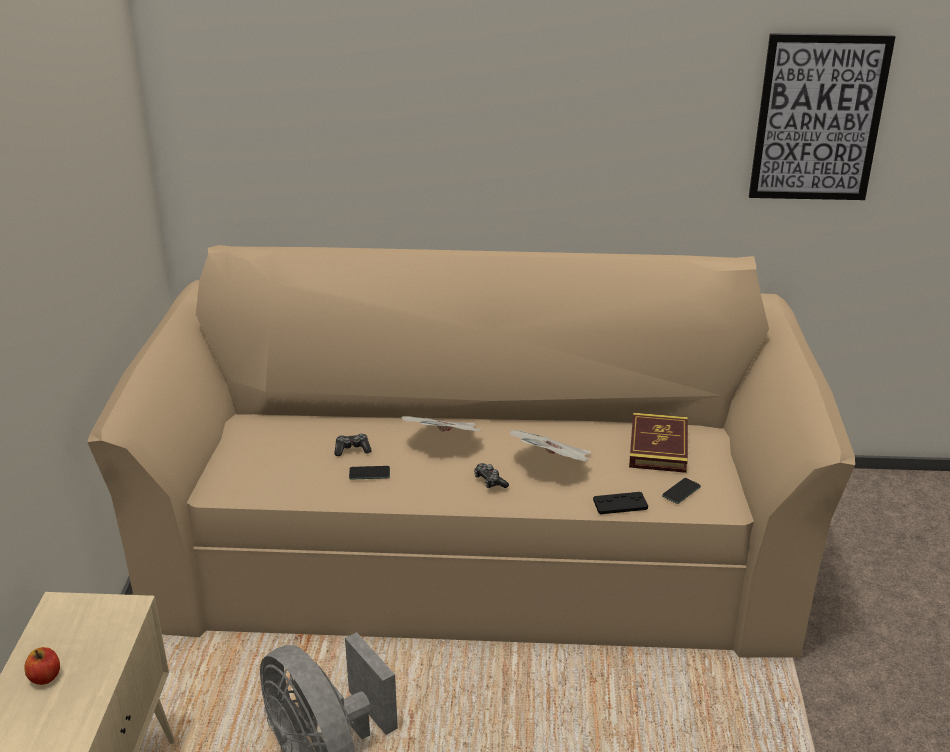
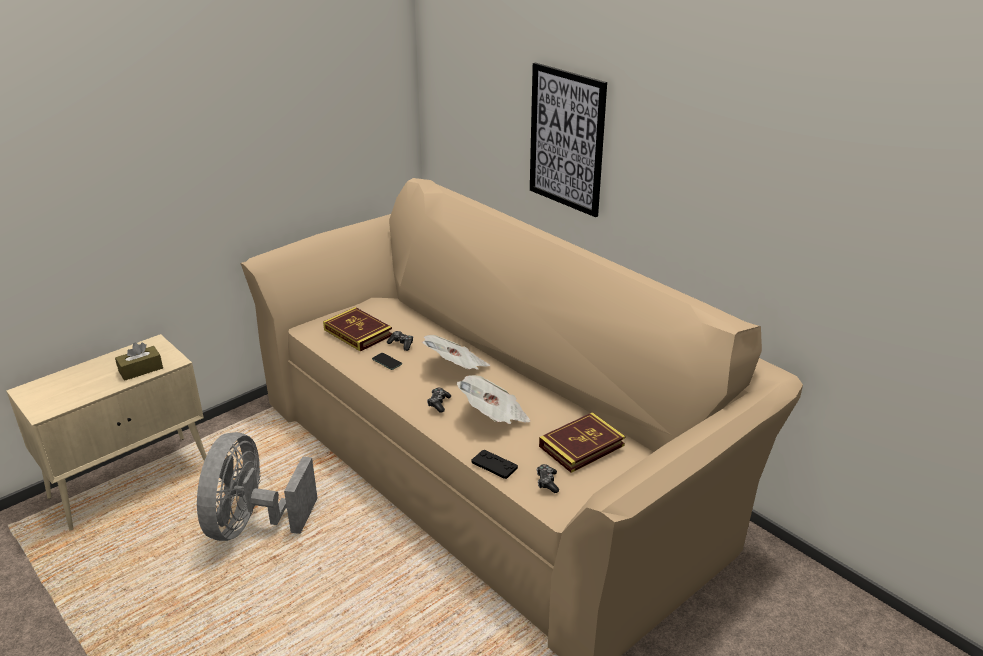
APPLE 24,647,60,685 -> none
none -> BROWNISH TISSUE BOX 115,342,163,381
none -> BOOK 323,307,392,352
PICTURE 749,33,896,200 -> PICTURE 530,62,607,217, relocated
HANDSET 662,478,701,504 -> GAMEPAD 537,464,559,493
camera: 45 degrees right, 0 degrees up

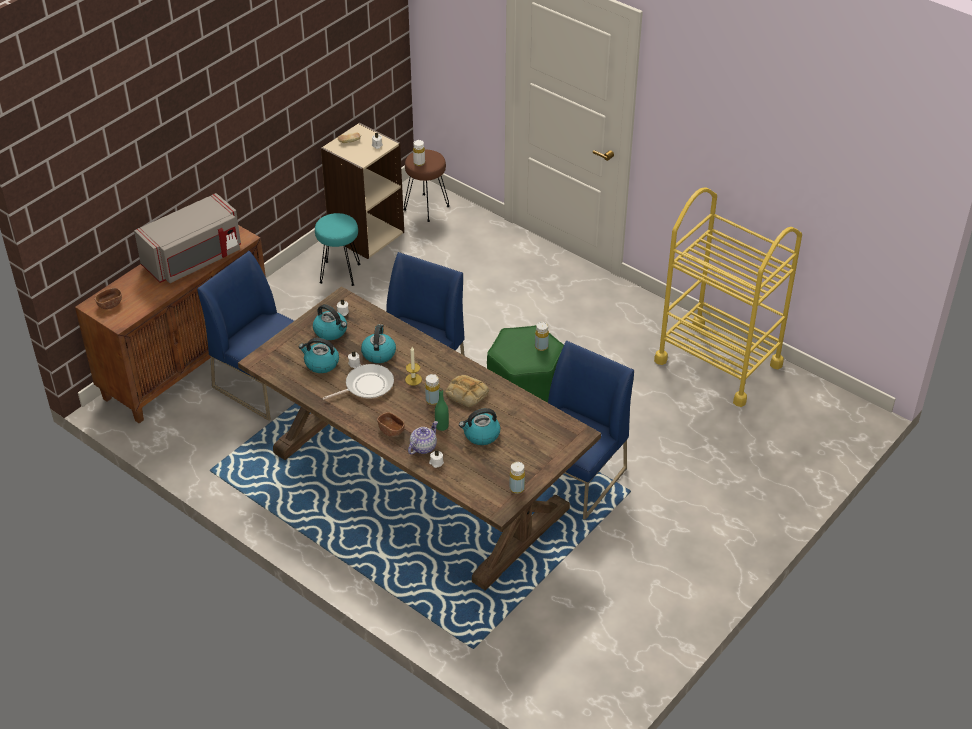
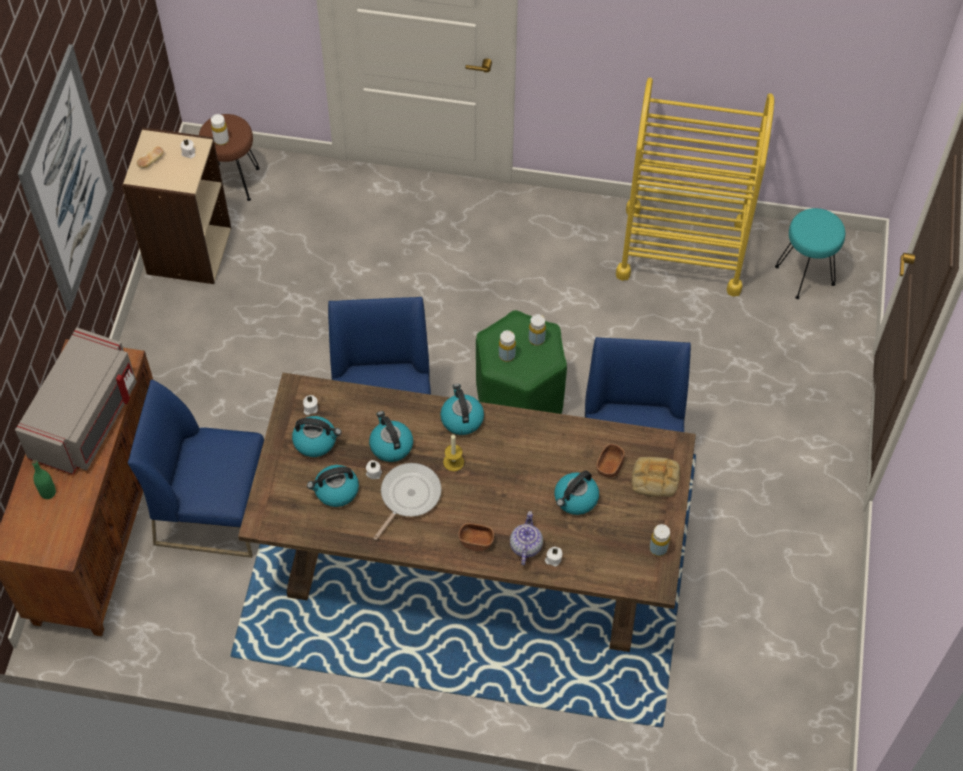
none -> PICTURE 18,44,114,311
none -> TEA KETTLE 440,383,484,435
BROWNISH SERVING BOWL 95,288,122,309 -> BROWNISH SERVING BOWL 596,444,625,477, relocated
TURQUOISE STOOL SEAT 315,213,360,286 -> TURQUOISE STOOL SEAT 775,208,845,299, relocated
YELLOWISH BOTTLE 425,374,440,405 -> YELLOWISH BOTTLE 499,330,516,362, relocated
GREEN-COLOURED BOTTLE 435,388,449,431 -> GREEN-COLOURED BOTTLE 32,460,56,499, relocated
BAKERY BREAD 445,375,489,407 -> BAKERY BREAD 632,457,680,497, relocated
camera: 30 degrees left, 15 degrees up

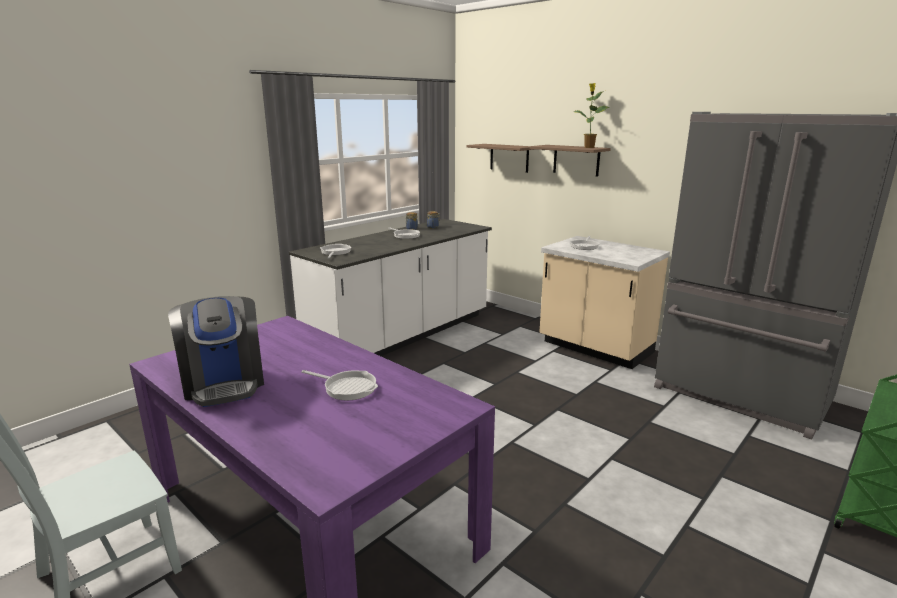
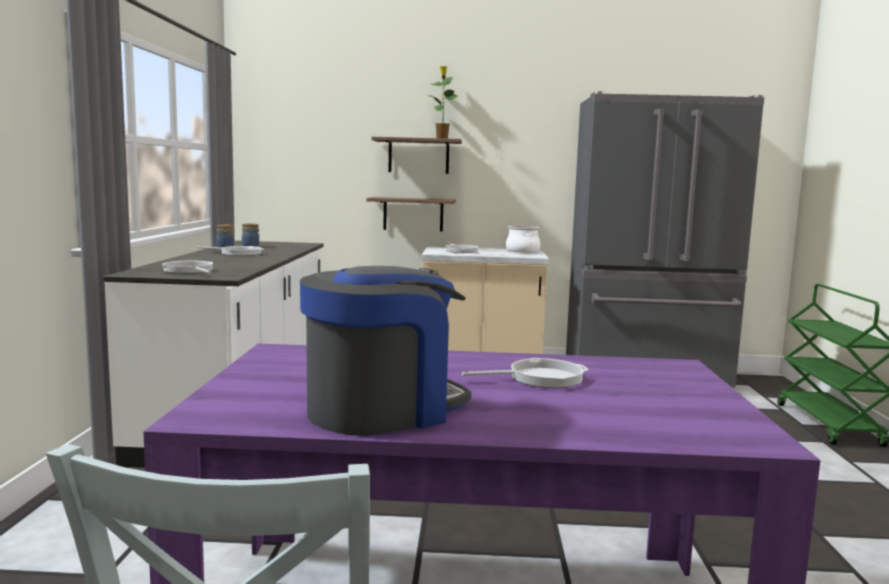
none -> STOCKPOT 506,226,540,253
SHELF 467,144,535,173 -> SHELF 366,197,456,232, relocated
COFFEE MAKER 168,296,264,407 -> COFFEE MAKER 300,266,471,436, 60 degrees counterclockwise
camera: 40 degrees left, 10 degrees down

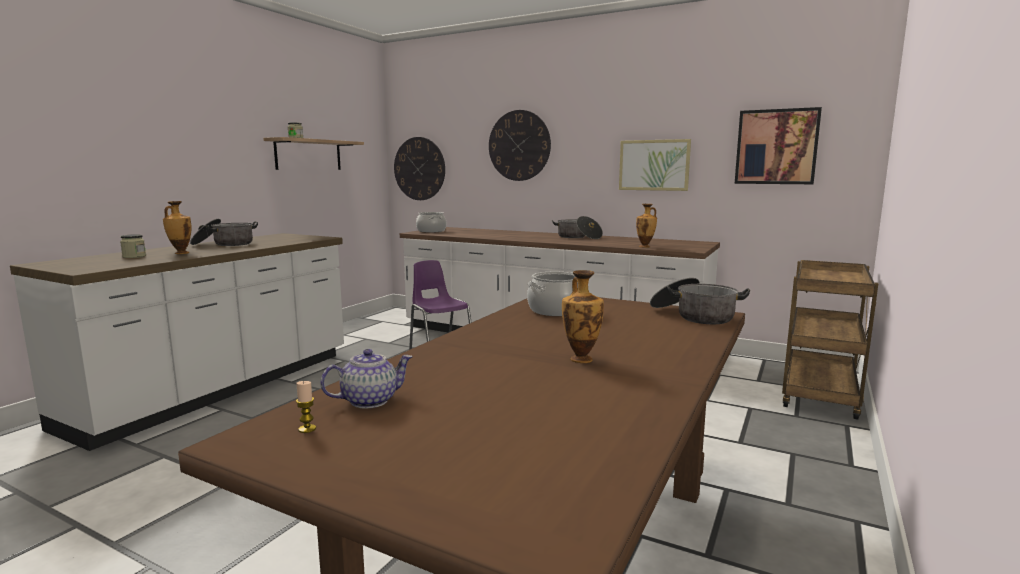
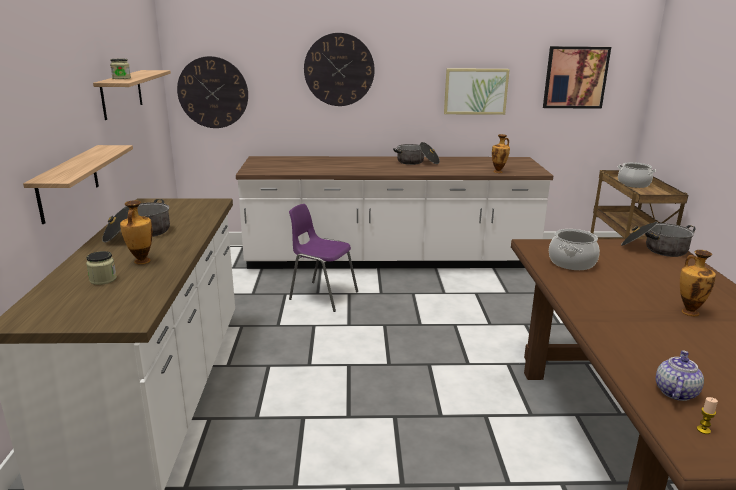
none -> SHELF 23,145,133,224
STOCKPOT 416,212,446,233 -> STOCKPOT 618,162,656,188, relocated
camera: 30 degrees left, 10 degrees up

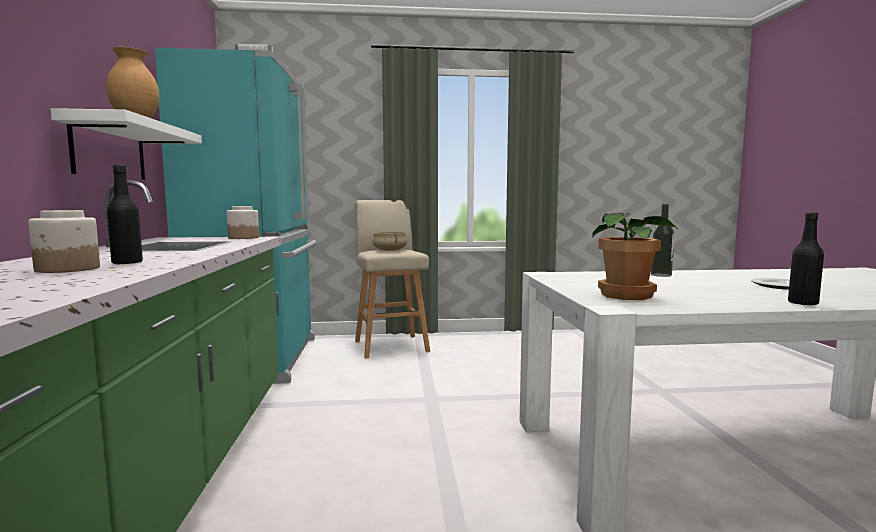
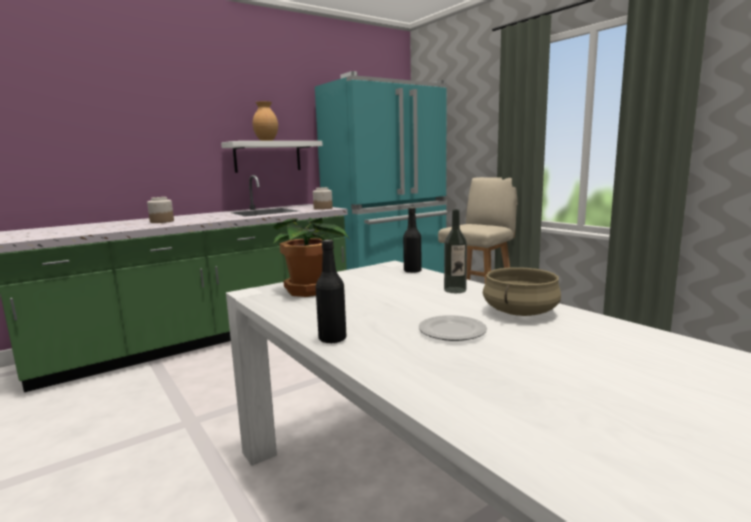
BLACKISH BOTTLE 107,165,143,265 -> BLACKISH BOTTLE 403,207,421,273, relocated
BEIGE STOCKPOT 372,232,407,251 -> BEIGE STOCKPOT 483,267,561,316, relocated
camera: 60 degrees right, 5 degrees up

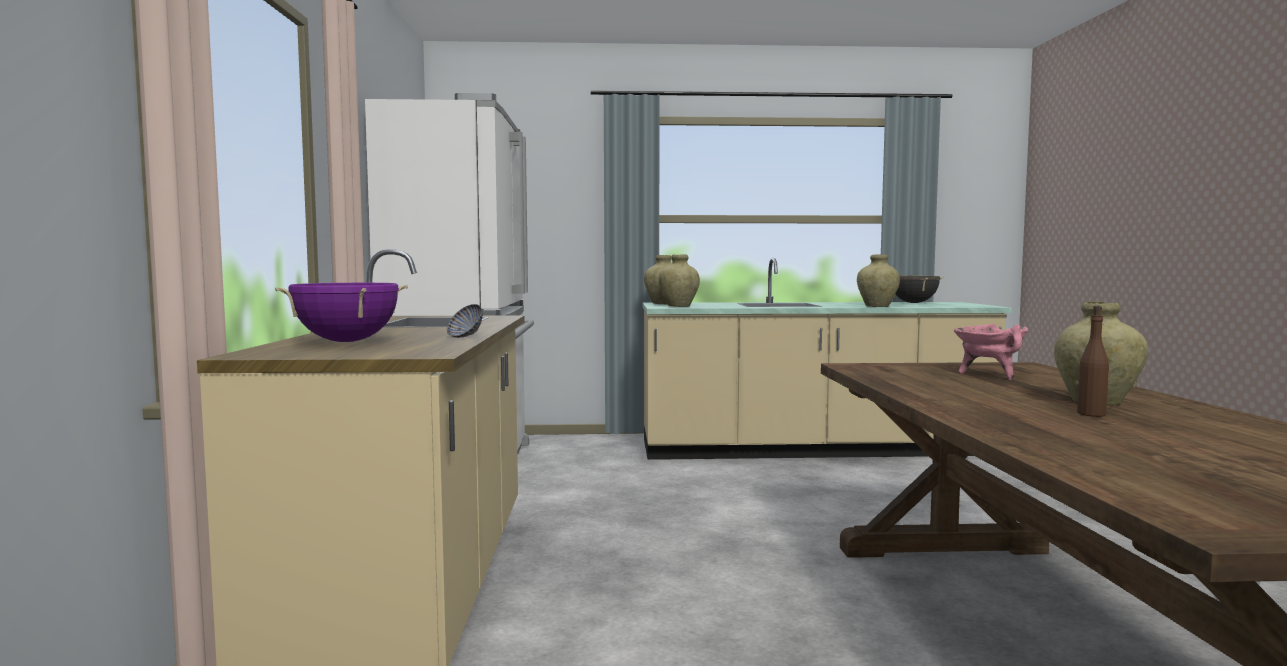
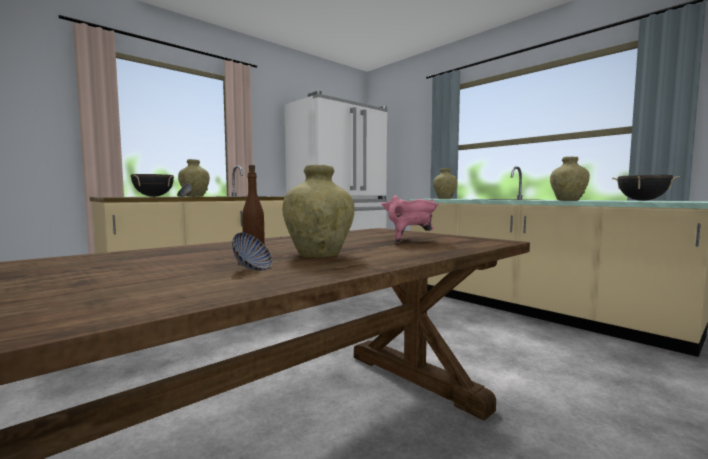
none -> SERVING BOWL 232,232,273,271
BEIGE VASE 659,255,700,307 -> BEIGE VASE 178,159,210,197, relocated
PURPLISH STOCKPOT 275,283,408,342 -> BLACKISH STOCKPOT 131,174,174,197
camera: 50 degrees right, 0 degrees up

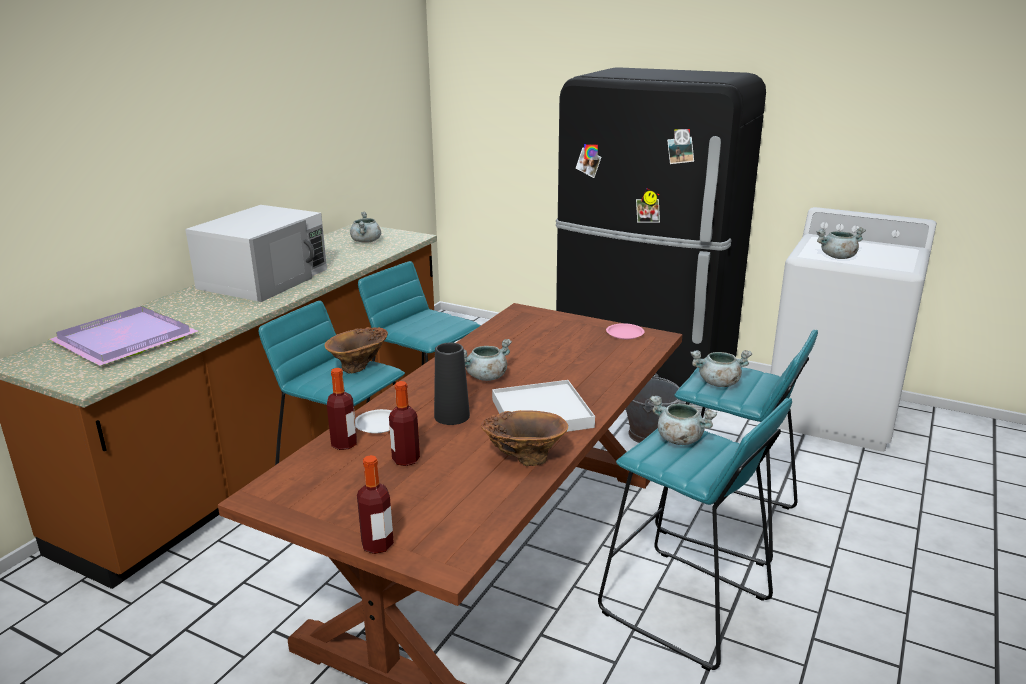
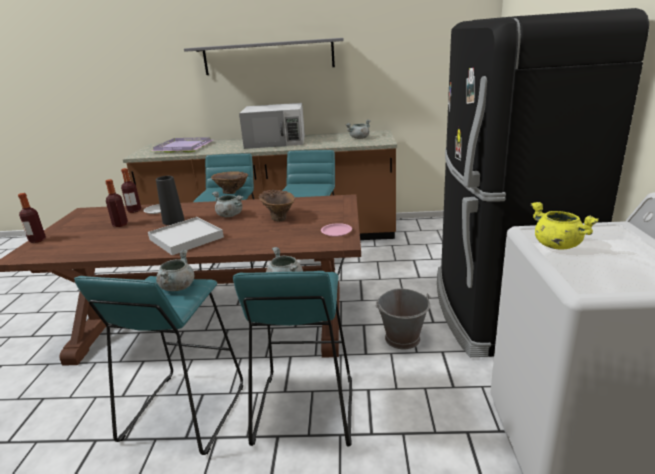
none -> GREYISH SHELF 184,38,344,75
BROWNISH VASE 481,410,568,466 -> BROWNISH VASE 259,190,295,222, relocated
GREYISH STOCKPOT 816,227,866,259 -> YELLOWISH STOCKPOT 531,202,599,250
camera: 65 degrees right, 0 degrees up

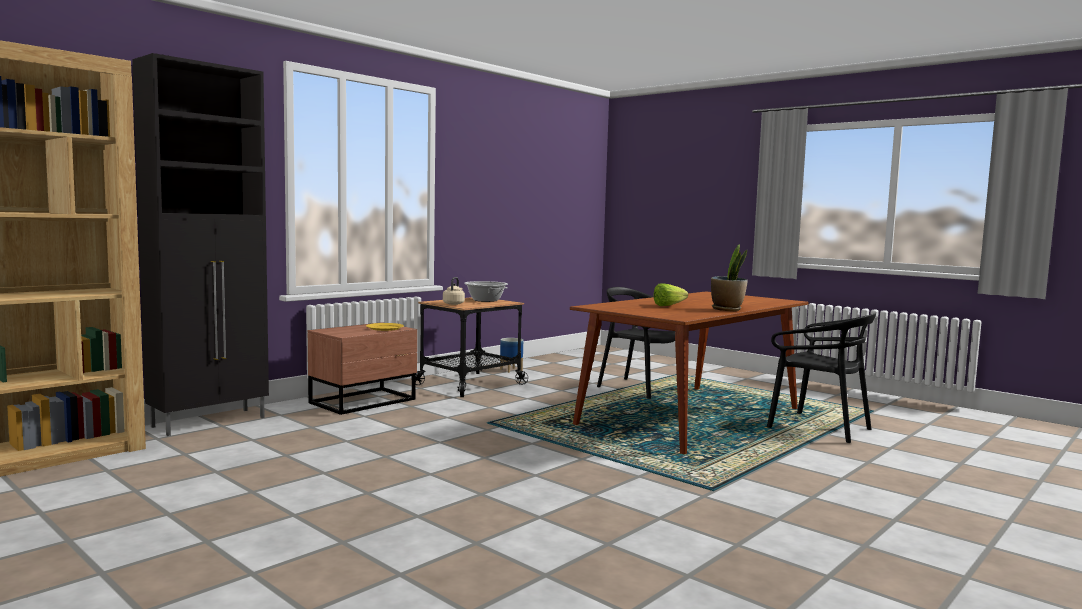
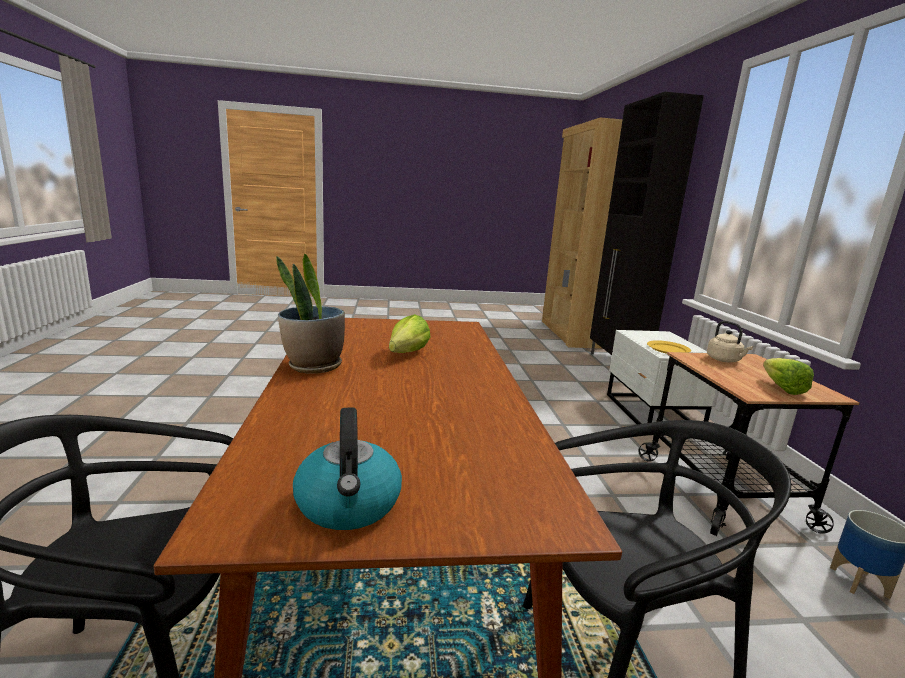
none -> TEA KETTLE 293,407,402,530
STOCKPOT 464,281,508,302 -> HEAD OF LETTUCE 763,358,814,395
BROWNISH BEDSIDE TABLE 308,322,417,415 -> WHITE-COLOURED BEDSIDE TABLE 607,330,716,425
camera: 130 degrees right, 10 degrees up

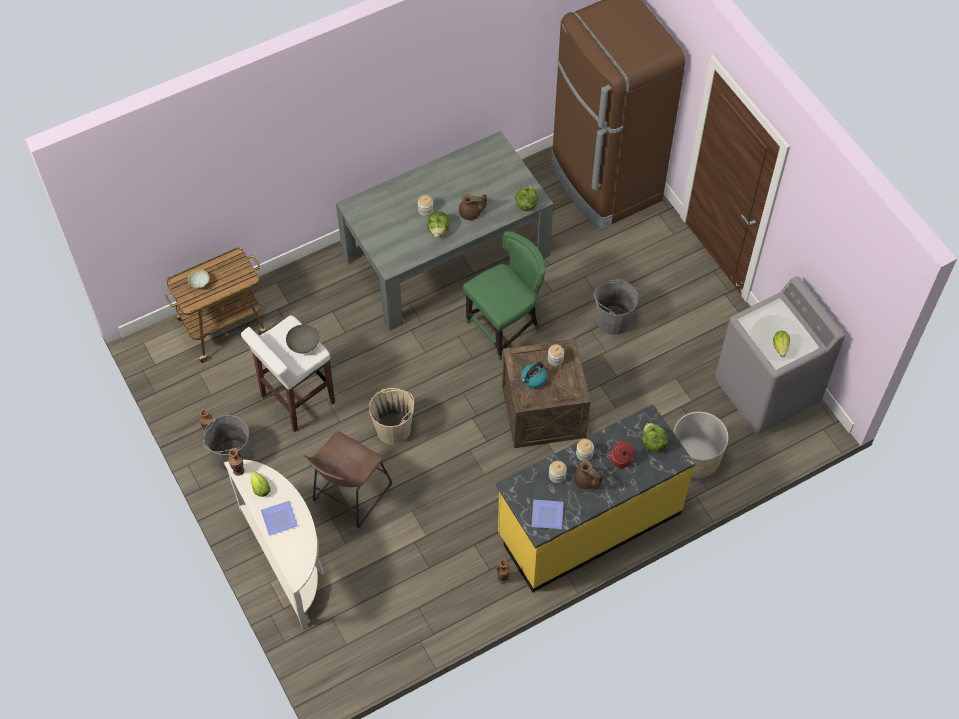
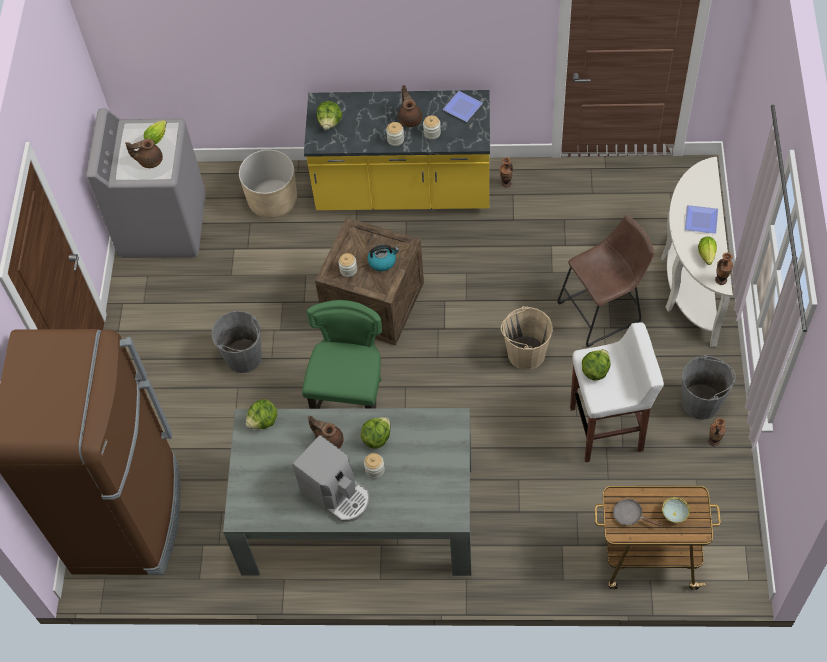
STOCKPOT 607,441,636,468 -> none
none -> BROWNISH POT FOR TEA 125,138,163,168
none -> COFFEE MAKER 293,435,370,522
none -> GREYISH PAN 613,499,662,526
GREYISH SERVING BOWL 286,324,319,353 -> HEAD OF LETTUCE 582,349,611,381
GREEN-COLOURED CHAIR 463,231,545,360 -> GREEN-COLOURED CHAIR 302,300,382,409, 105 degrees clockwise
camera: 145 degrees left, 0 degrees up

